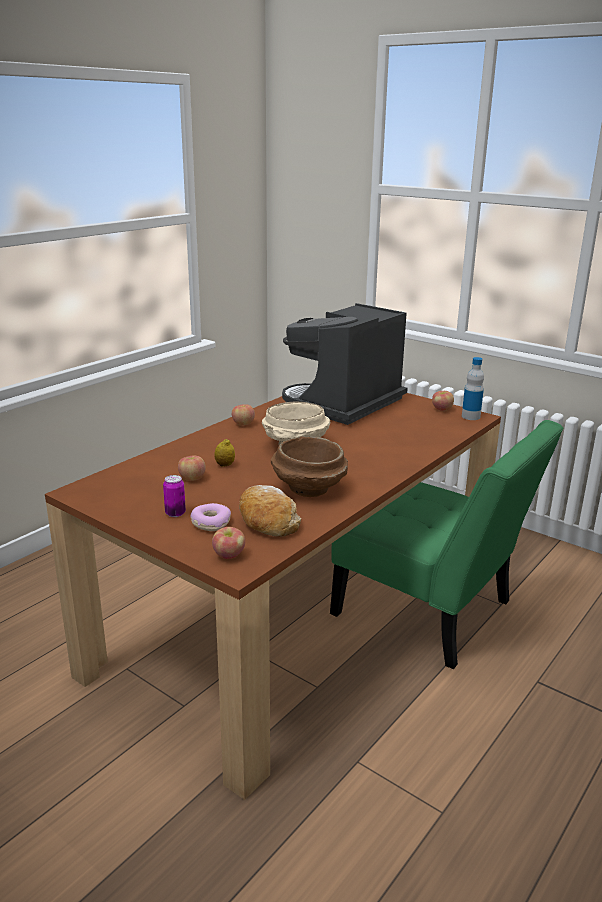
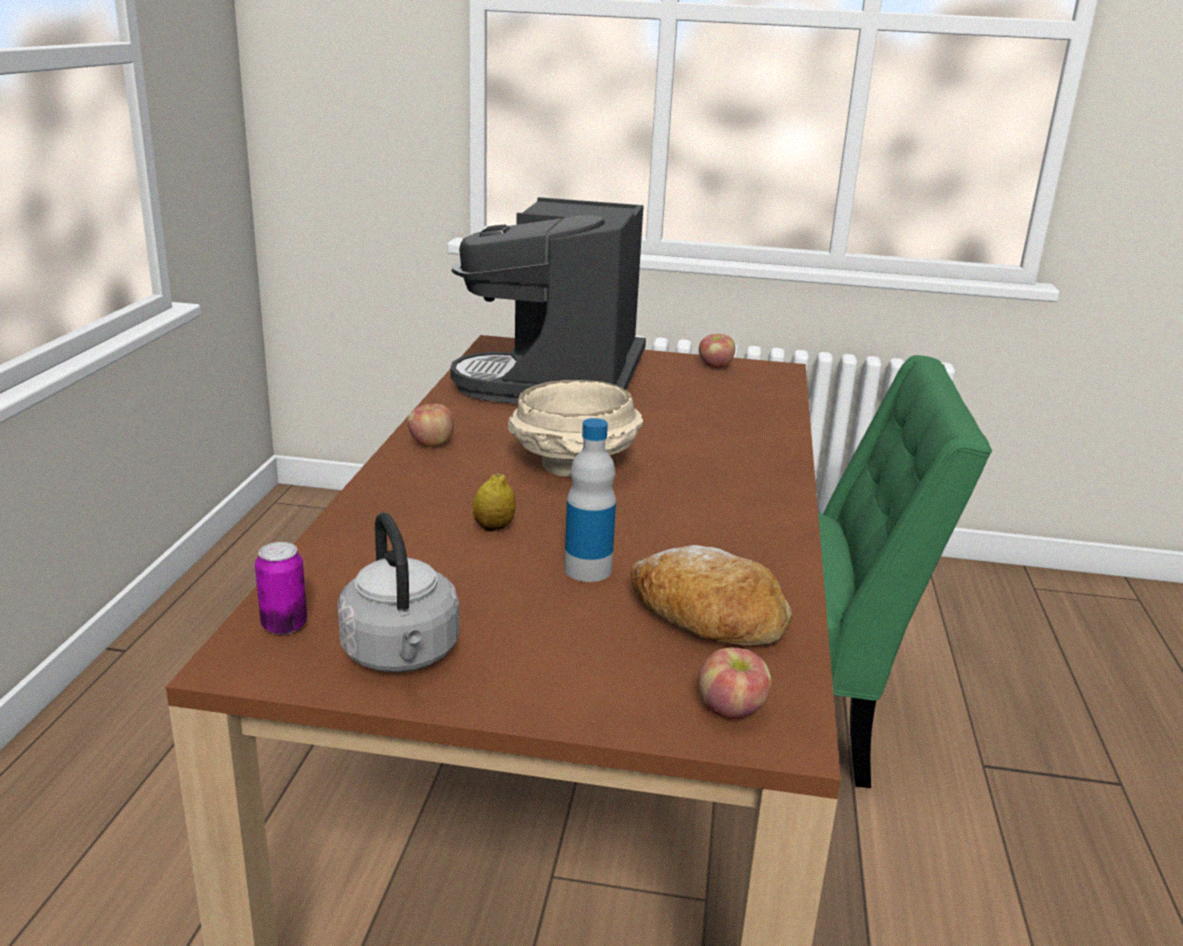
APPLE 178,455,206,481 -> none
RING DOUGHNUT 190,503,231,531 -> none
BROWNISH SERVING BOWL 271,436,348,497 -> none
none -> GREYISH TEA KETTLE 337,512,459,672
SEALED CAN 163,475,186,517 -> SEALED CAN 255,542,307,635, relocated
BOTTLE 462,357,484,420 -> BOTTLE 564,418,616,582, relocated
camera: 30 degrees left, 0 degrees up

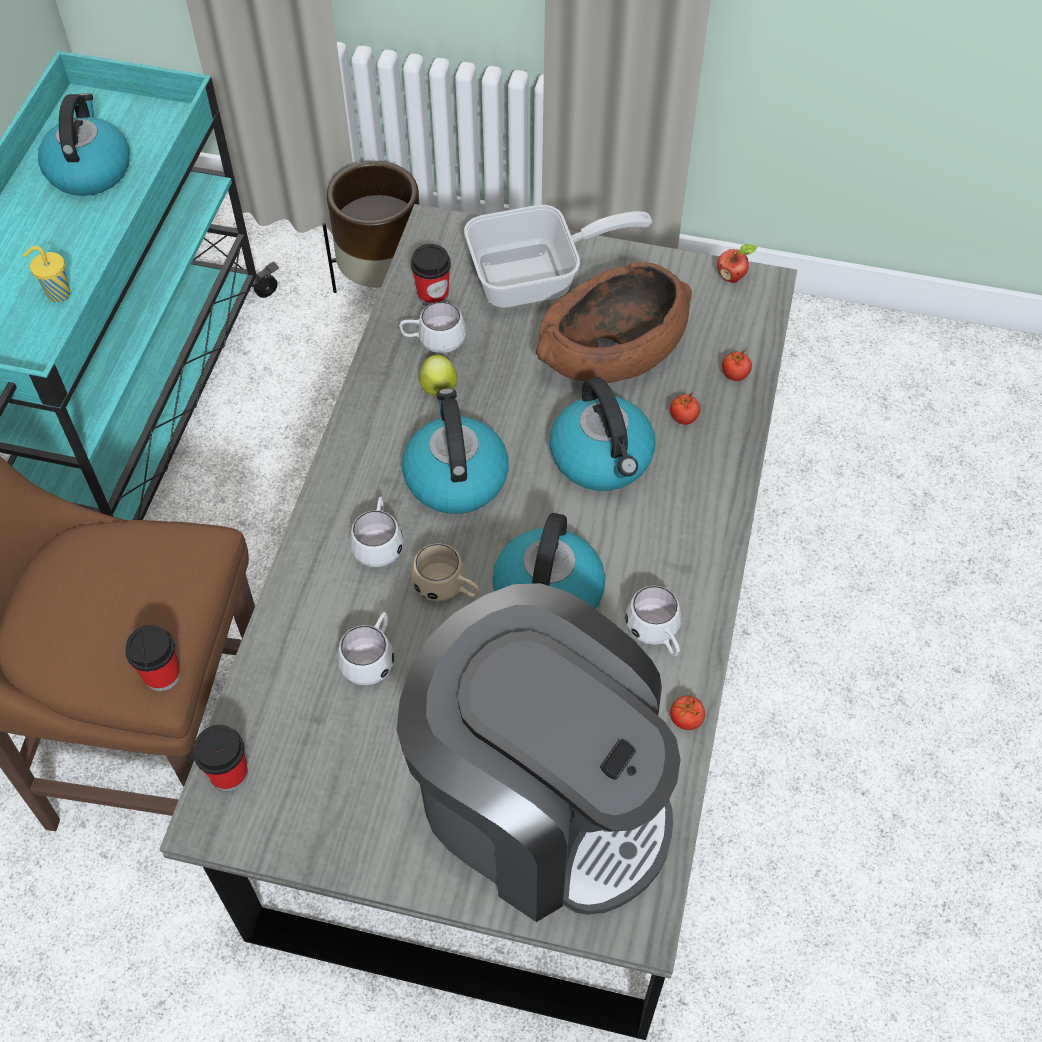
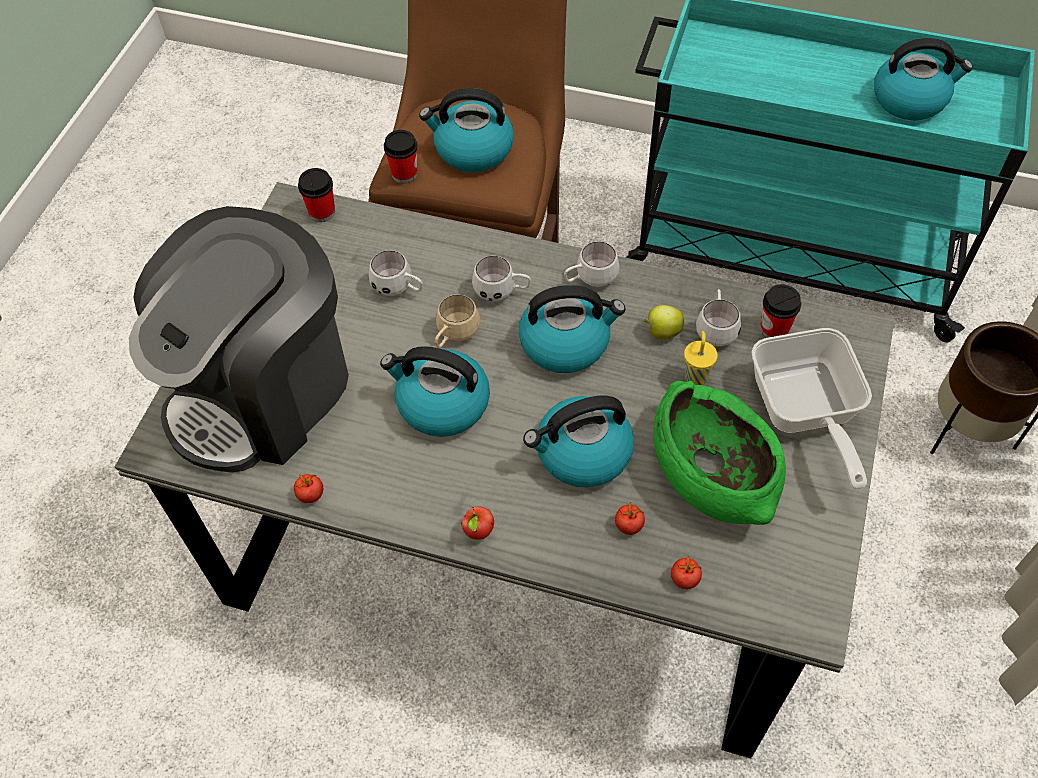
none -> TEA KETTLE 419,88,514,172
YELLOWISH DRINKING CUP 23,246,70,303 -> YELLOWISH DRINKING CUP 684,331,718,385, relocated
WHITE-COLOURED COFFEE MUG 625,585,681,657 -> WHITE-COLOURED COFFEE MUG 564,241,620,287, relocated
APPLE 717,244,757,283 -> APPLE 461,506,494,540, relocated
BROWNISH SERVING BOWL 536,262,692,383 -> GREEN-COLOURED SERVING BOWL 653,381,786,525
camera: 95 degrees right, 0 degrees up

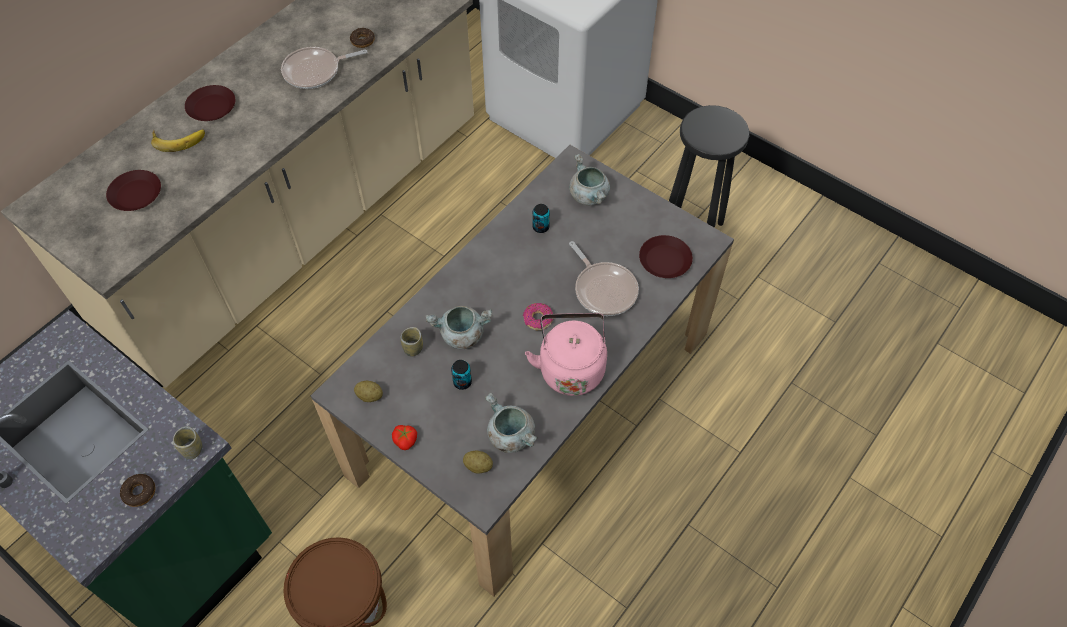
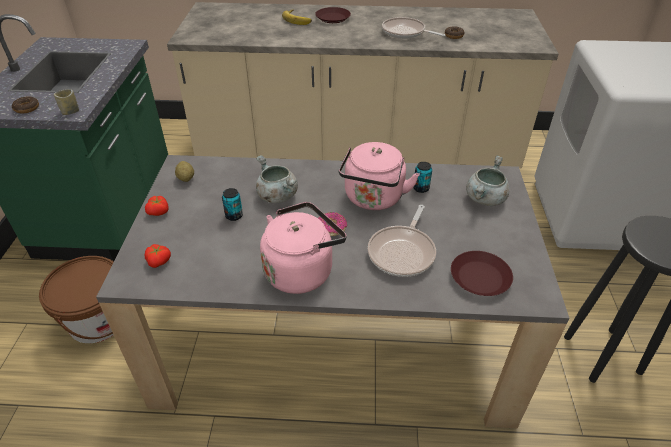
BROWNISH FLAT DISH 106,170,161,211 -> none
DRINKING CUP 400,327,423,357 -> none
GREYISH STOCKPOT 485,393,538,453 -> none
none -> PINK TEA KETTLE 339,142,420,210
POTATO 463,451,493,474 -> WHOLE TOMATO 145,244,171,268
camera: 55 degrees right, 15 degrees down

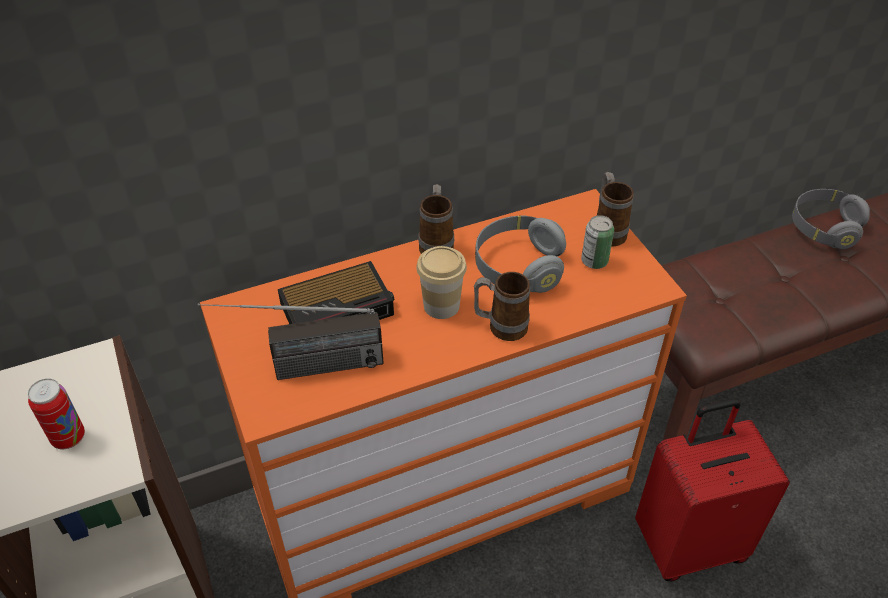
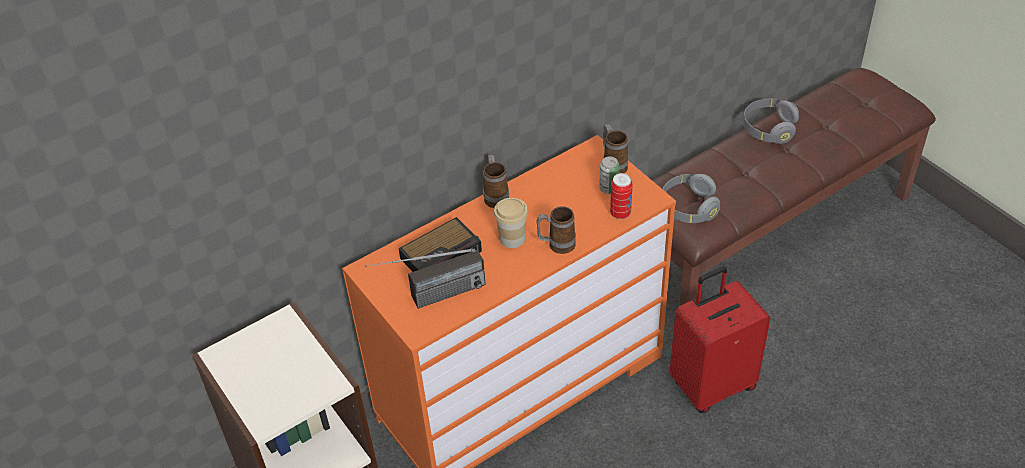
SEALED CAN 28,378,85,449 -> SEALED CAN 610,173,633,219, relocated
GREYISH HEADSET 475,216,566,293 -> GREYISH HEADSET 663,174,720,223, relocated
camera: 10 degrees left, 0 degrees up

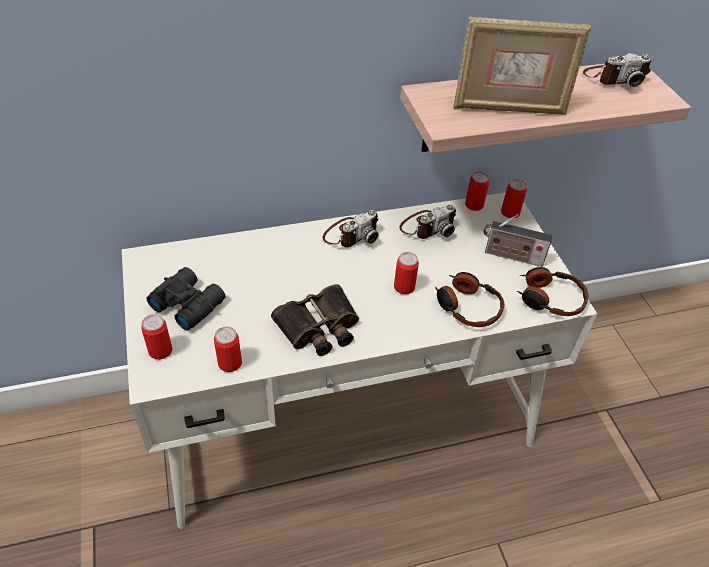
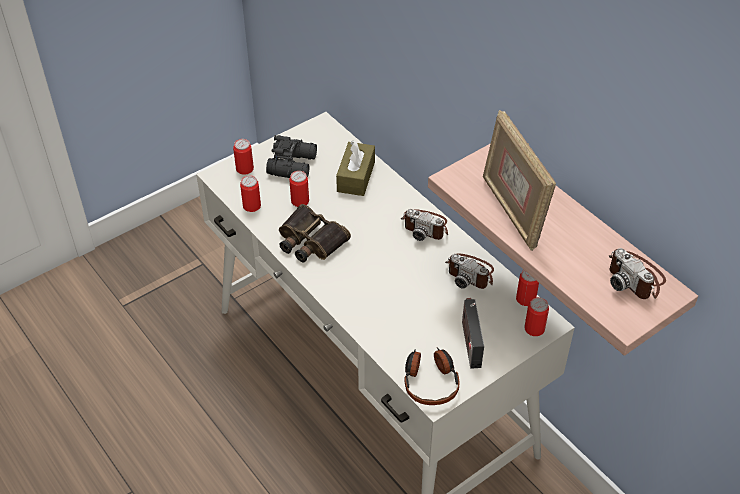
HEADSET 435,272,504,327 -> none
none -> BROWNISH TISSUE BOX 336,140,375,196
SEALED CAN 394,252,419,294 -> SEALED CAN 289,171,309,207, relocated
camera: 70 degrees right, 0 degrees up

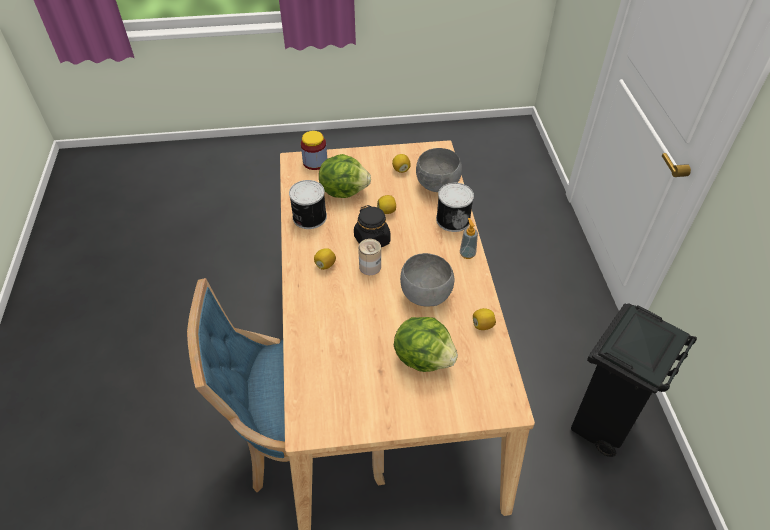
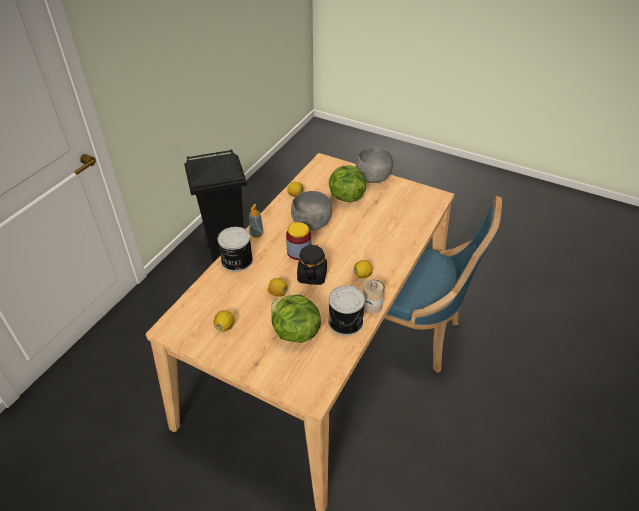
PRESERVE JAR 301,131,327,170 -> PRESERVE JAR 286,222,311,260, relocated
SEALED CAN 358,239,381,275 -> SEALED CAN 363,279,385,314, relocated
GREYISH SERVING BOWL 416,148,462,192 -> GREYISH SERVING BOWL 356,147,393,183, relocated
camera: 145 degrees left, 5 degrees down

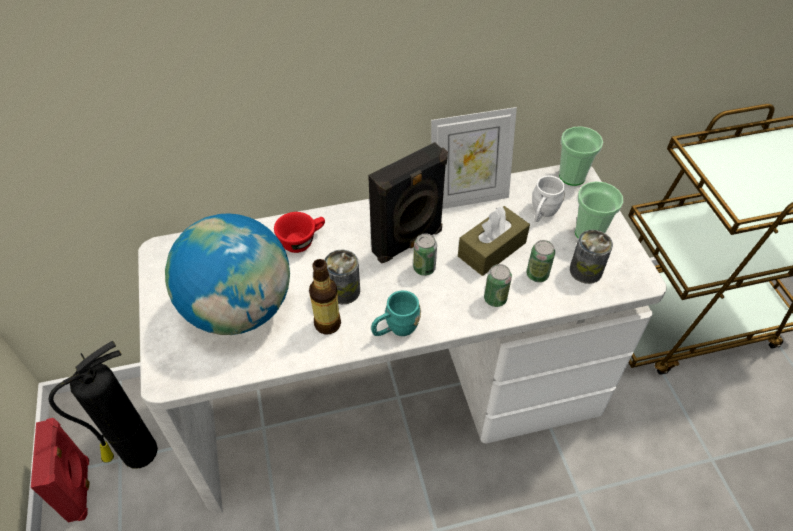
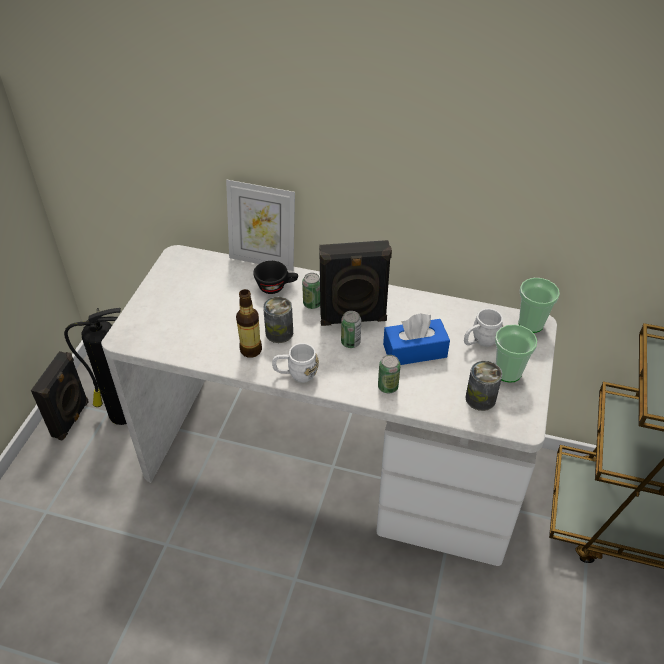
WORLD GLOBE 165,213,290,335 -> none
STANDING FRAME 431,107,517,209 -> STANDING FRAME 226,180,295,271, relocated
SEALED CAN 527,240,555,282 -> SEALED CAN 302,273,320,309, relocated
RED-COLOURED SPEAKER 31,418,89,523 -> BLACKISH SPEAKER 31,351,89,440
RED-COLOURED DRINKING CUP 274,212,325,253 -> BLACKISH DRINKING CUP 253,261,298,294
TURQUOISE COFFEE MUG 371,290,421,336 -> WHITE-COLOURED COFFEE MUG 272,343,319,383
BROWNISH TISSUE BOX 458,206,530,276 -> BLUISH TISSUE BOX 383,313,450,365
camera: 30 degrees right, 5 degrees down

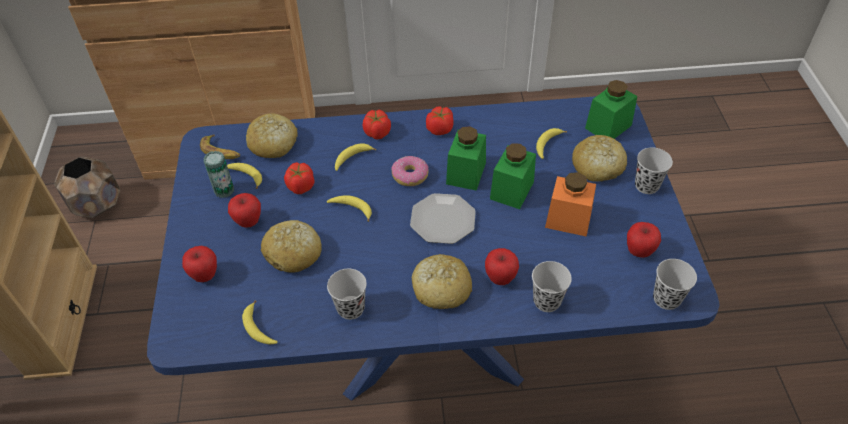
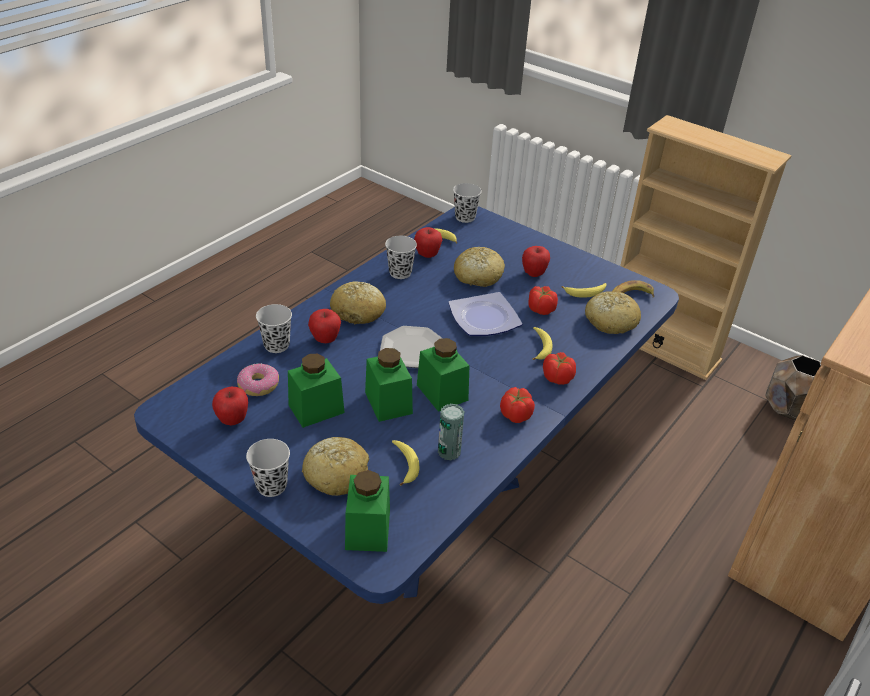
APPLE 182,246,217,282 -> APPLE 414,227,442,258, relocated
SEALED CAN 203,151,234,198 -> SEALED CAN 438,404,464,460, relocated
RING DOUGHNUT 391,156,429,186 -> RING DOUGHNUT 237,363,279,396, relocated
BLACKISH DRINKING CUP 653,259,697,310 -> BLACKISH DRINKING CUP 453,183,482,223, relocated
WHOLE BANANA 327,195,372,222 -> FLAT DISH 448,292,522,336
ORANGE PRESERVE JAR 545,172,596,237 -> GREEN-COLOURED PRESERVE JAR 288,354,345,428
camera: 130 degrees right, 10 degrees down

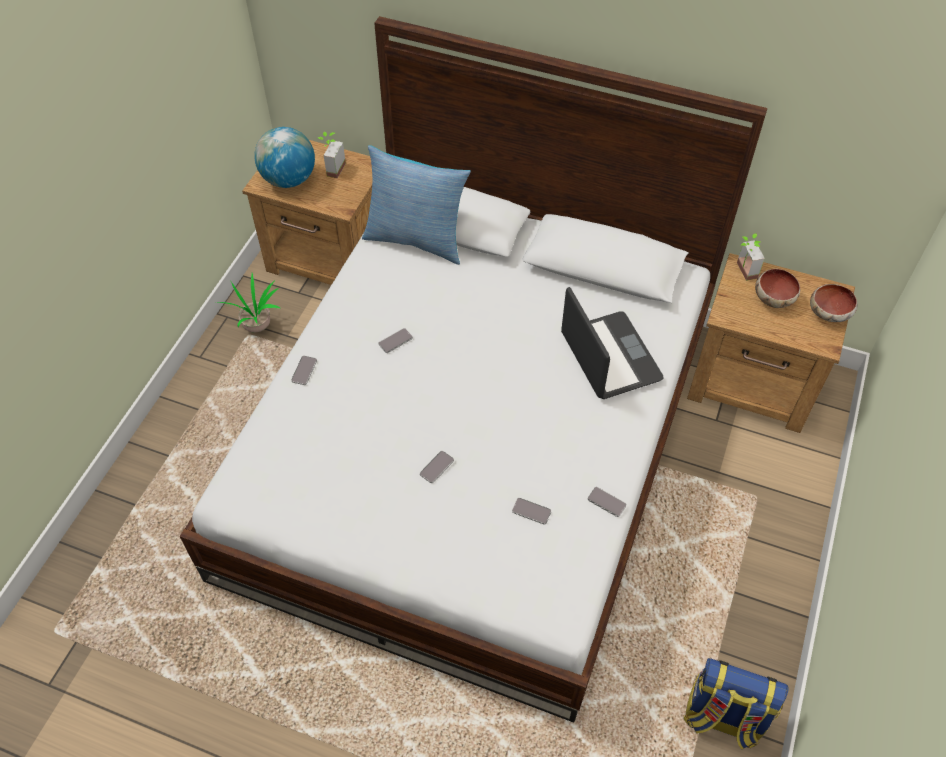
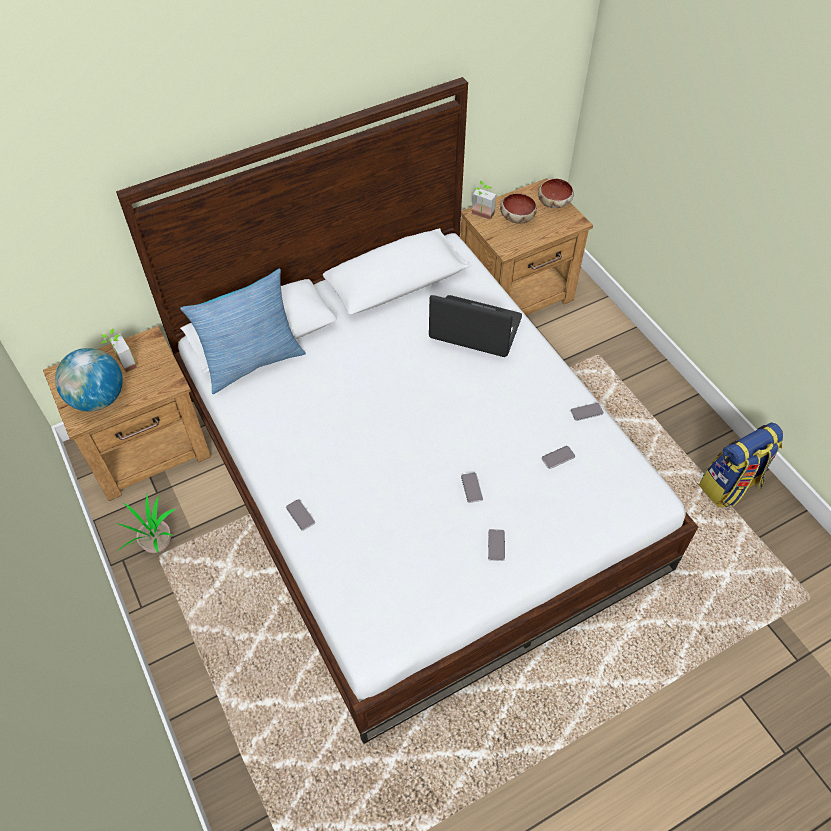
HANDSET 379,328,413,353 -> HANDSET 488,529,505,561, relocated
camera: 50 degrees left, 0 degrees up

